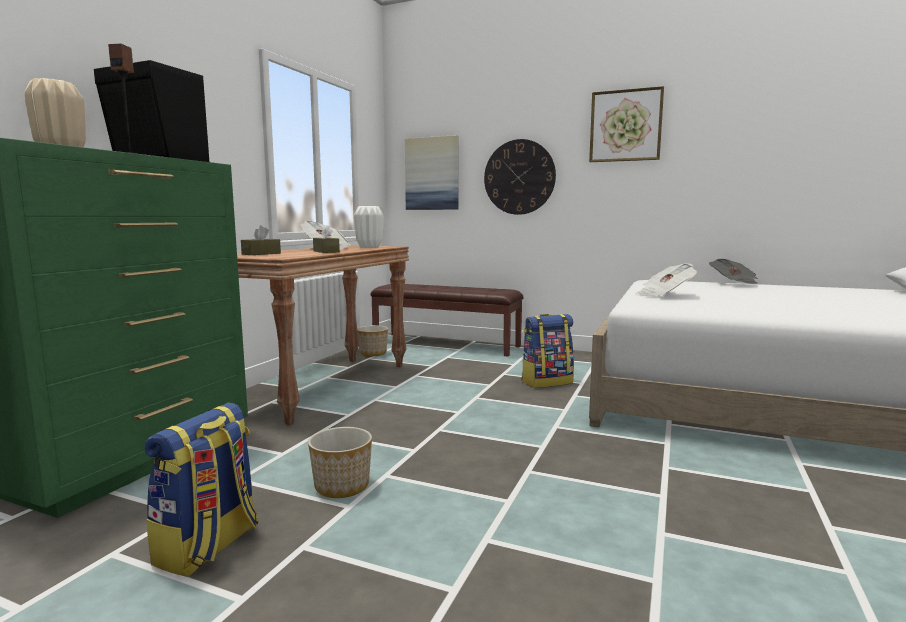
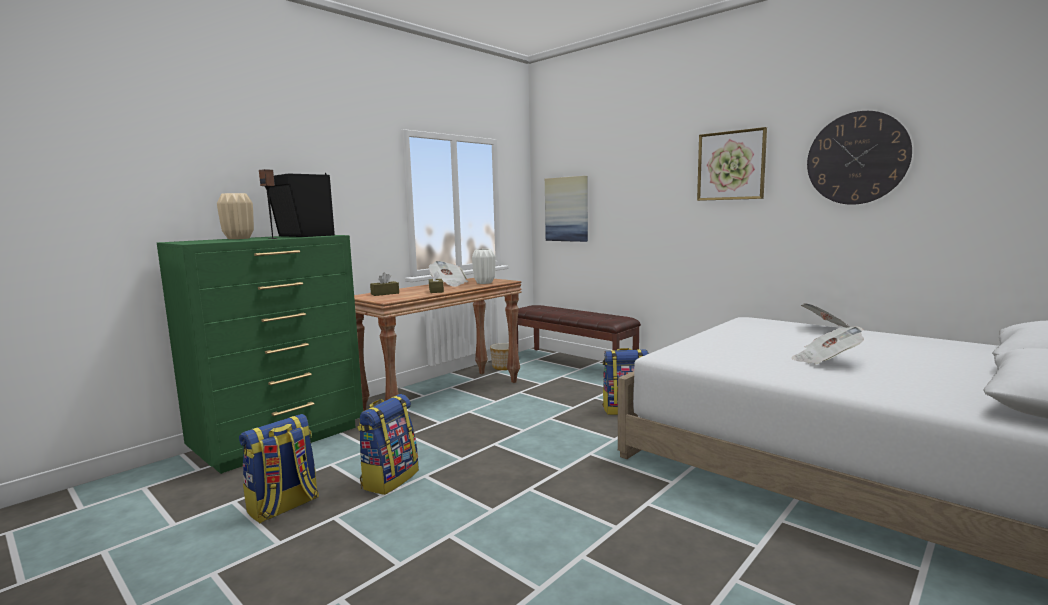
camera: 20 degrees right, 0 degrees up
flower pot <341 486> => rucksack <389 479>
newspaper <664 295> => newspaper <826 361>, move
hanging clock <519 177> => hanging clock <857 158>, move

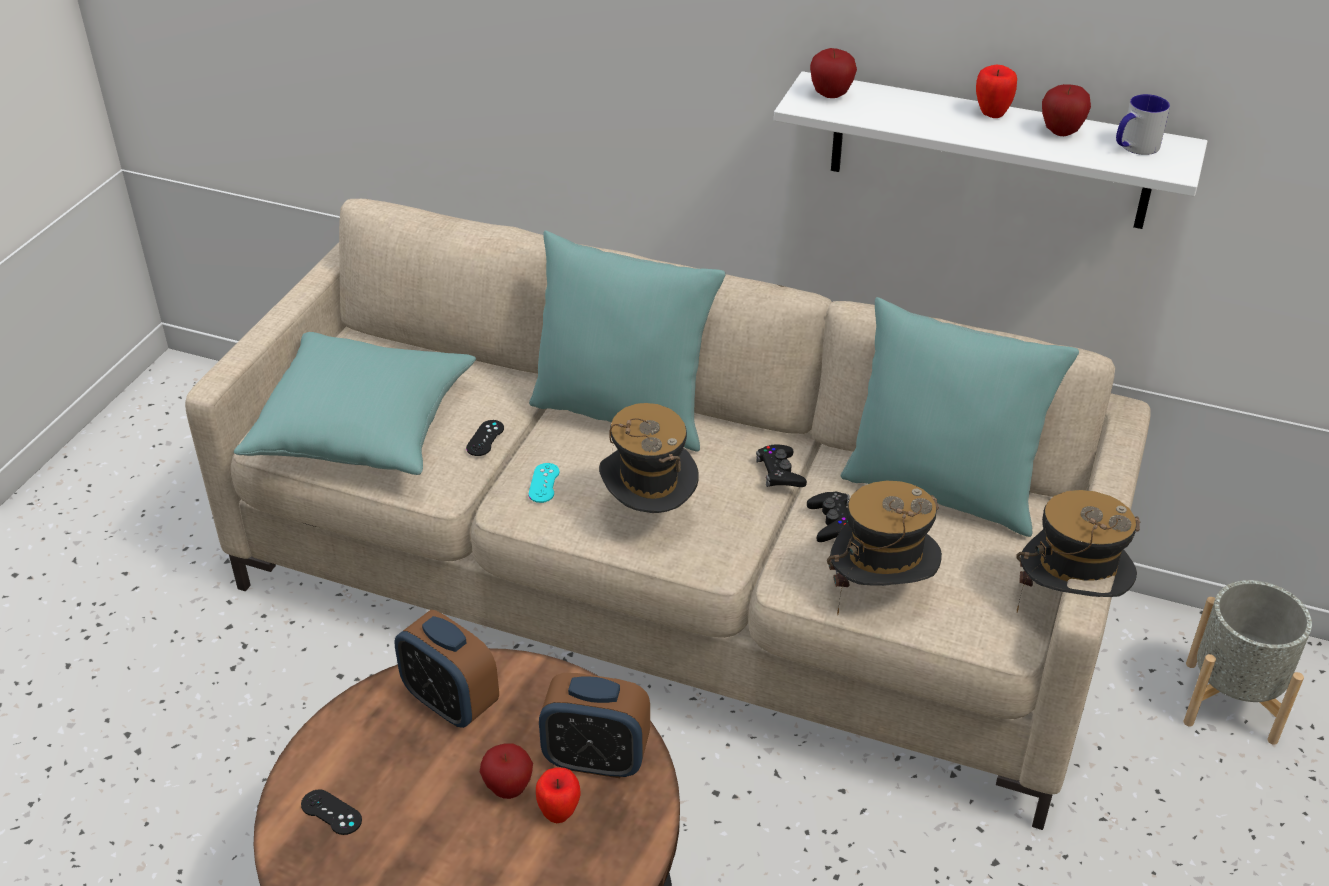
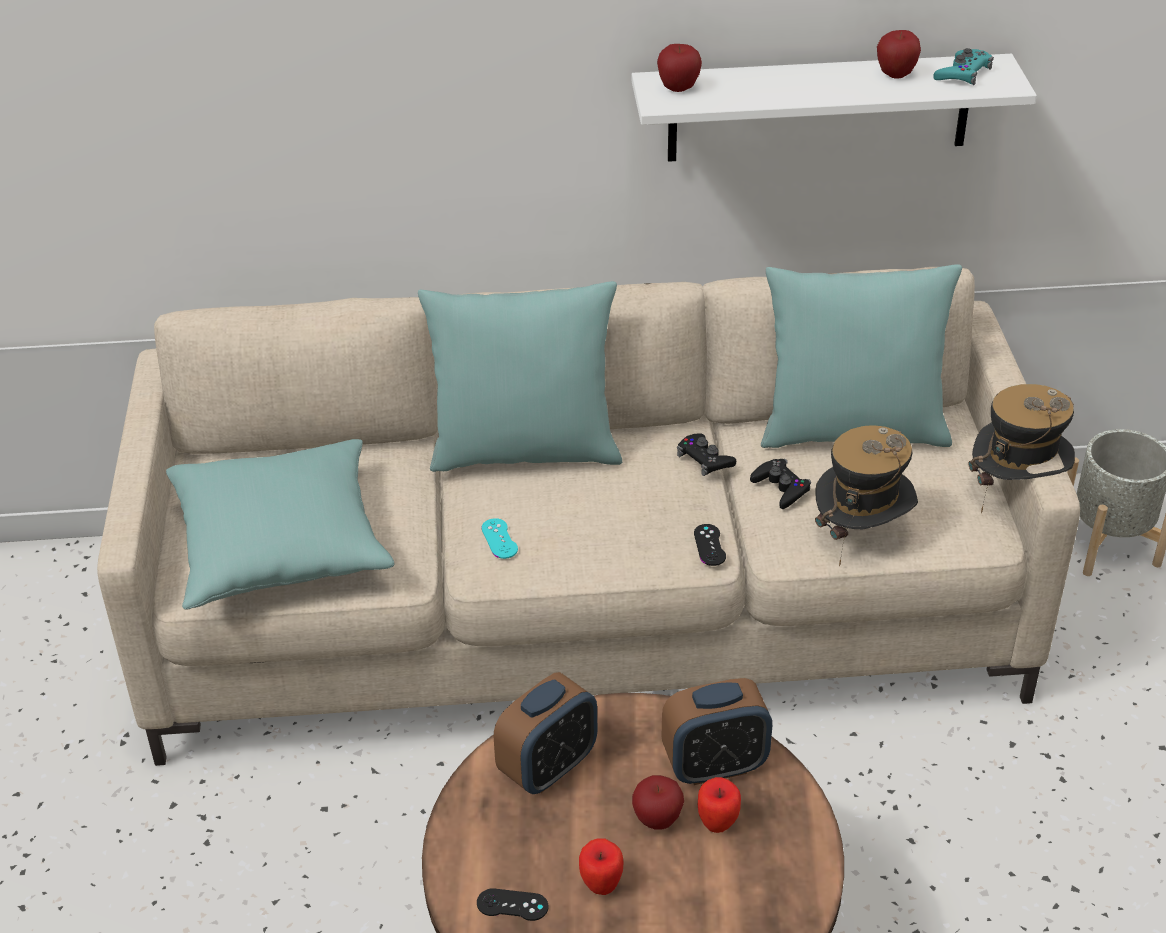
camera: 25 degrees left, 0 degrees up
alarm clock <450 702> => alarm clock <548 767>, 60 degrees counterclockwise
apple <992 114> => apple <601 885>, move
blackish gamepad <485 438> => blackish gamepad <709 545>, move
tea mug <1134 147> => turquoise-coloured gamepad <963 74>
hat <649 515> => nothing

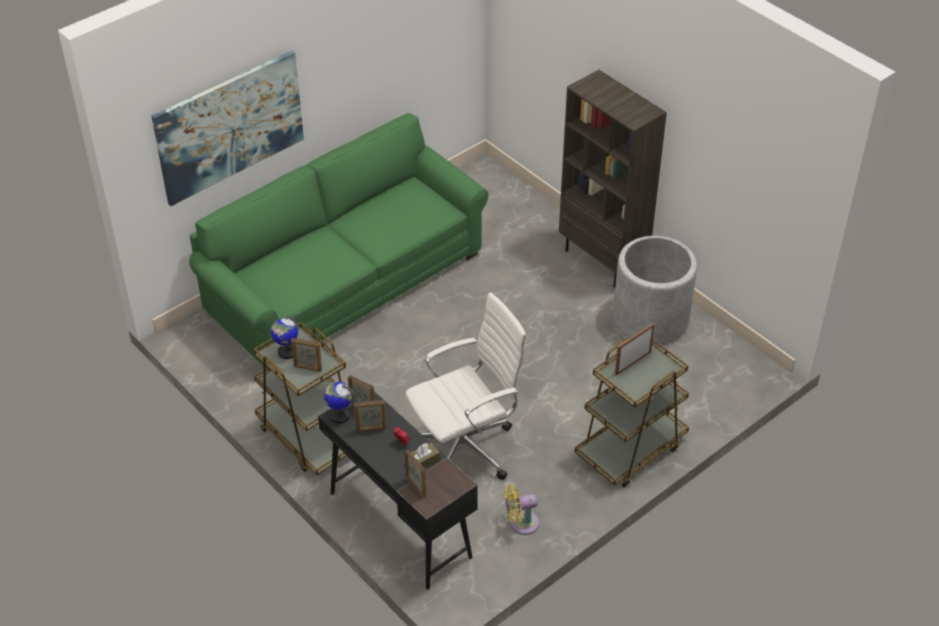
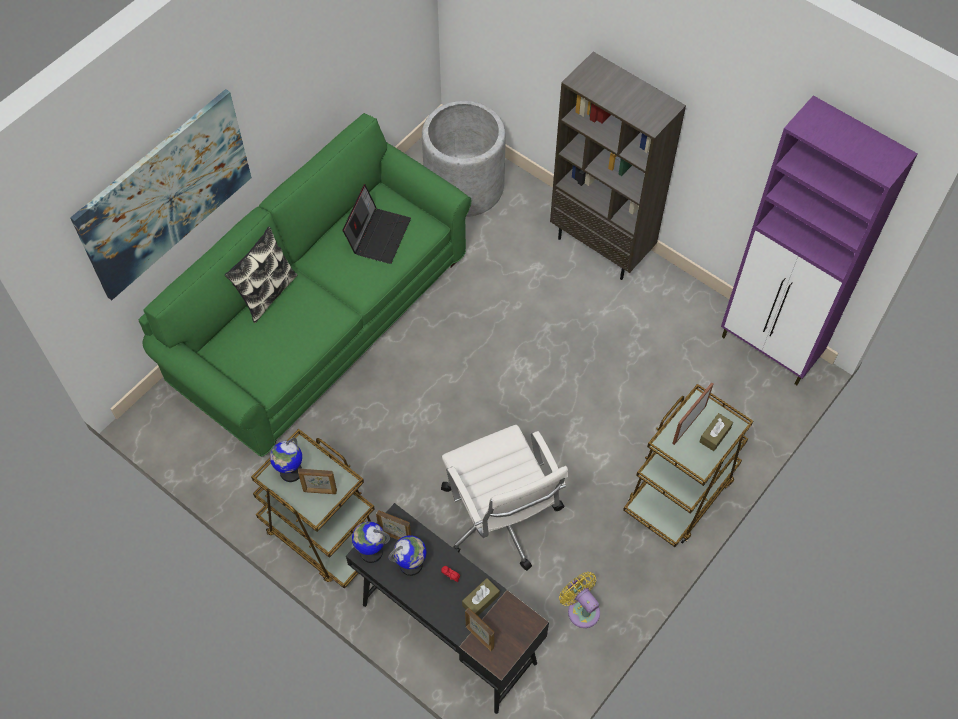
camera: 10 degrees left, 15 degrees up
nothing => throw pillow <267 293>
nothing => notebook computer <378 234>
picture frame <371 429> => globe <411 565>
grey flower pot <650 319> => grey flower pot <464 186>, move
white-coloured desk chair <465 448> => white-coloured desk chair <500 519>, 105 degrees clockwise
yellowish cooling fan <521 523> => yellowish cooling fan <581 609>, 75 degrees clockwise
nothing => brown-coloured tissue box <715 435>
nothing => purple-coloured cabinet <770 349>

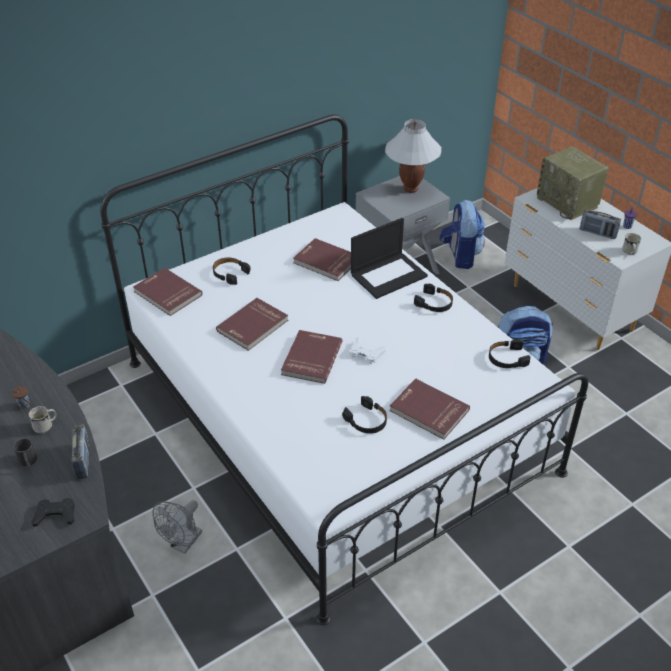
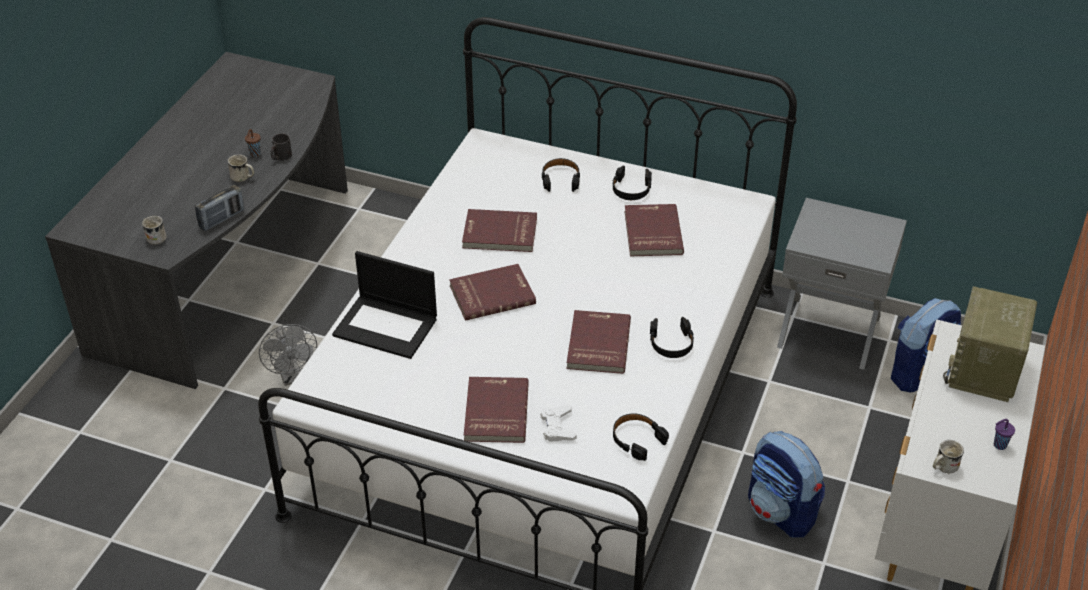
camera: 55 degrees right, 0 degrees up
blackish gamepad <55 515> => white-coloured tea mug <154 237>
grey cooling fan <183 544> => grey cooling fan <292 376>, 105 degrees counterclockwise
blackish tea mug <28 462> => blackish tea mug <280 157>, move
notebook computer <388 275> => notebook computer <387 326>, move
white-coloured gamepad <366 353> => white-coloured gamepad <558 427>, move
red volume <167 294> => red volume <597 344>, move
blackish headset <366 420> => blackish headset <631 189>, move
white-coloured table lamp <410 189> => nothing
radio set <597 233> => nothing

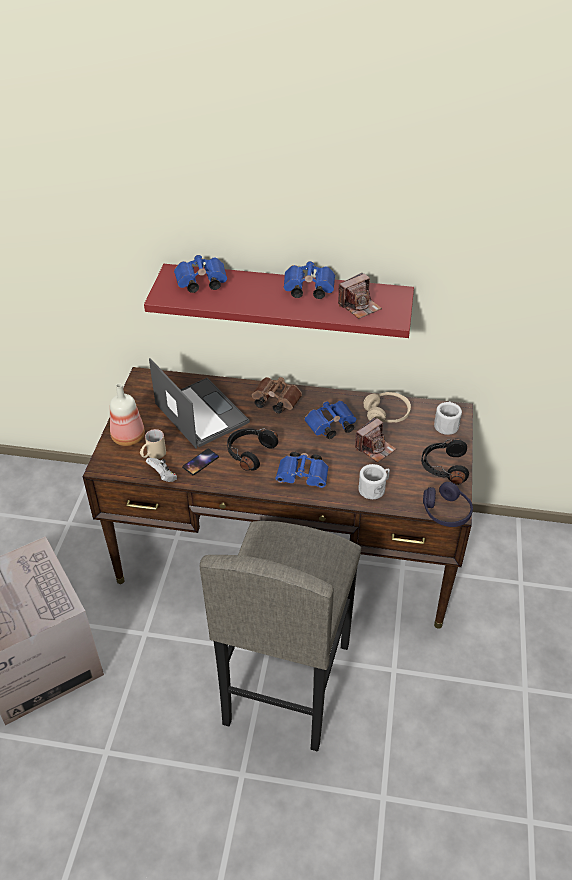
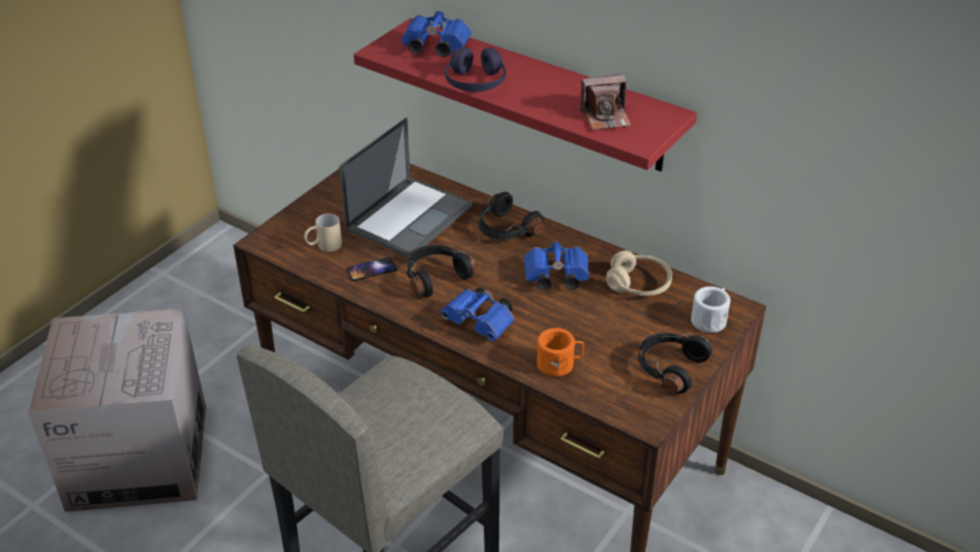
camera: 25 degrees right, 5 degrees down
notebook computer <200 412> => notebook computer <410 216>, 45 degrees clockwise
purple-coloured headset <446 512> => purple-coloured headset <475 82>, move
brown-coloured field glasses <274 402> => blackish headset <506 229>
white-coloured tea mug <374 488> => orange-coloured tea mug <559 364>
bottle <127 437> => nothing
white-coloured gamepad <163 476> => nothing
blue-coloured field glasses <307 290> => nothing
photo camera <375 448> => nothing

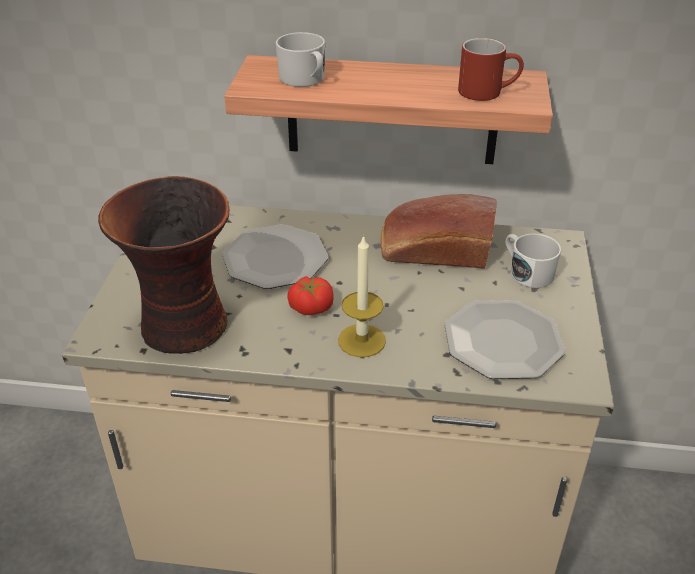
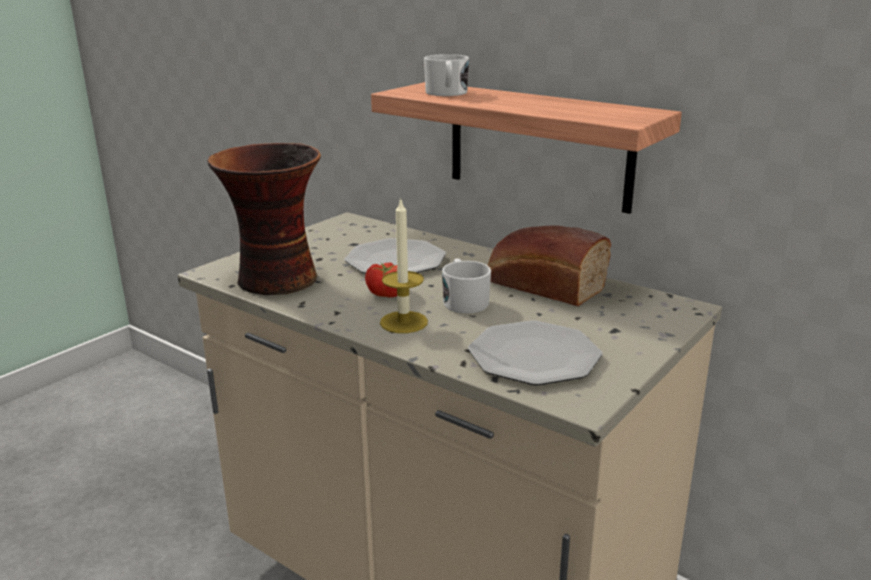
camera: 30 degrees right, 15 degrees down
white-coloured tea mug <527 272> => white-coloured tea mug <464 301>, move
red tea mug <488 91> => nothing

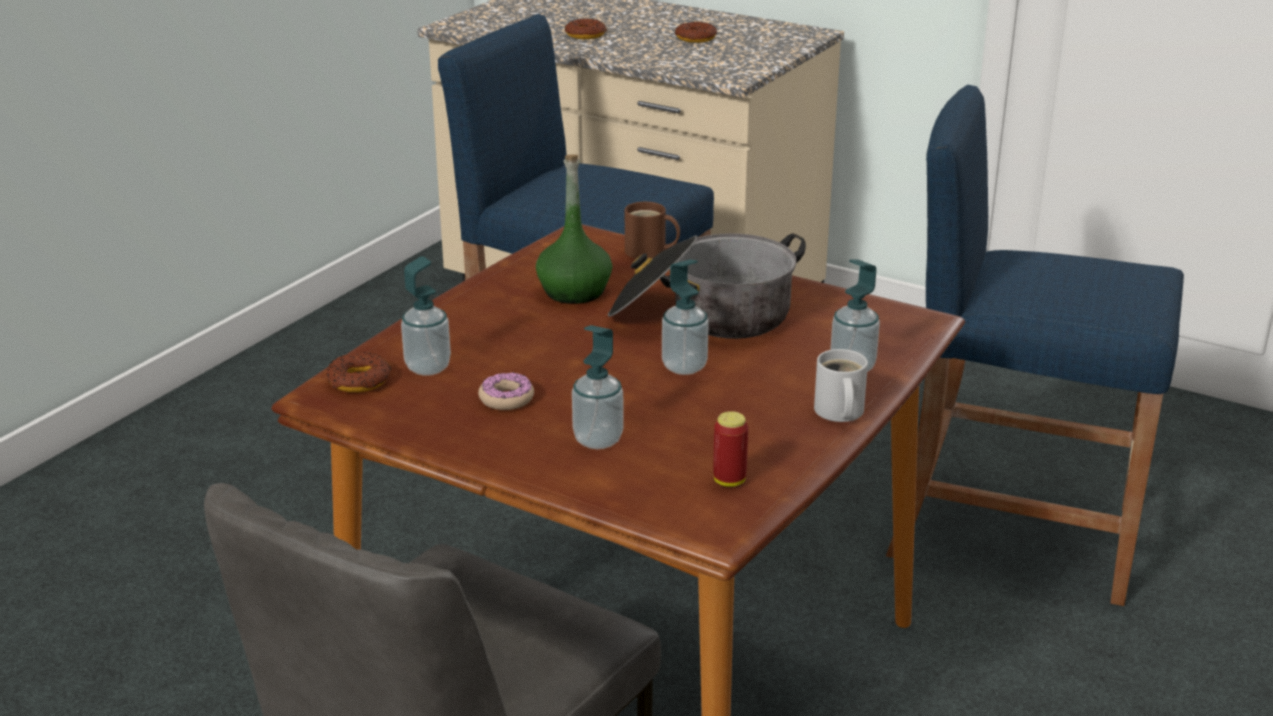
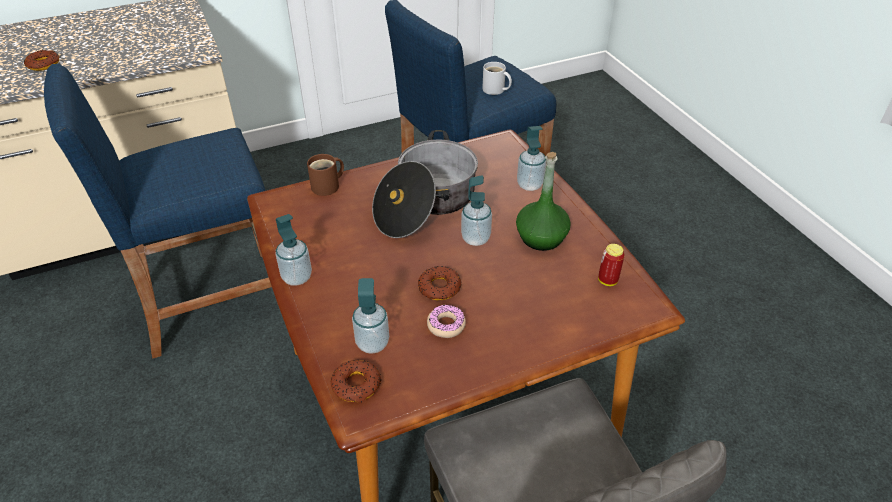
camera: 55 degrees left, 15 degrees up
soap dispenser <598 440> => soap dispenser <297 277>, move
doughnut <695 38> => doughnut <439 287>, move
white-coloured tea mug <838 412> => white-coloured tea mug <495 90>, move
green bottle <574 292> => green bottle <541 237>, move

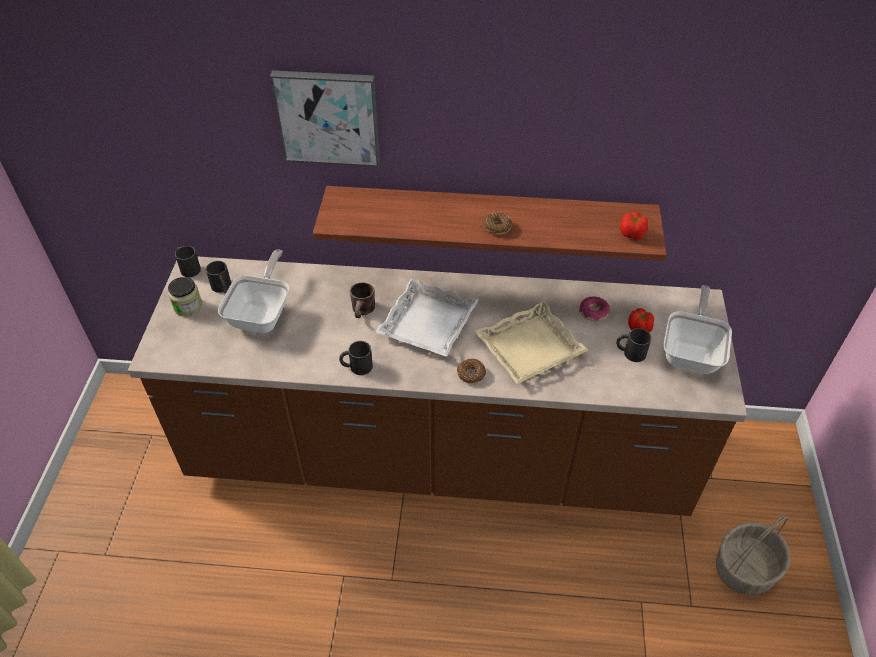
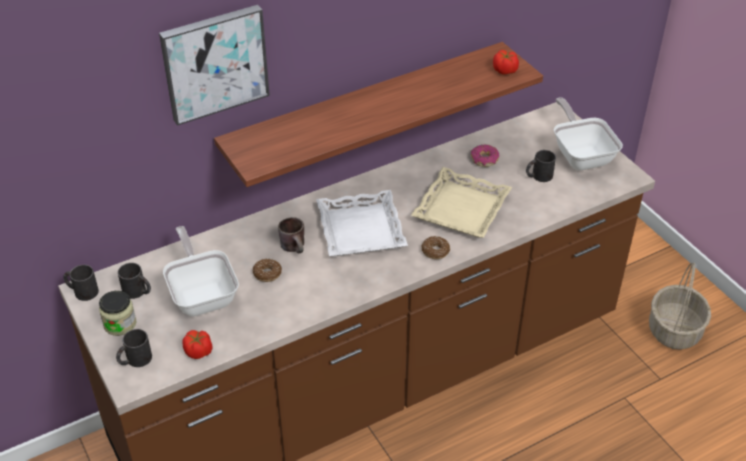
camera: 35 degrees left, 5 degrees down
blackish tea mug <356 366> => blackish tea mug <134 360>, move
fresh tomato <639 328> => fresh tomato <199 351>, move
doughnut <497 227> => doughnut <267 273>, move

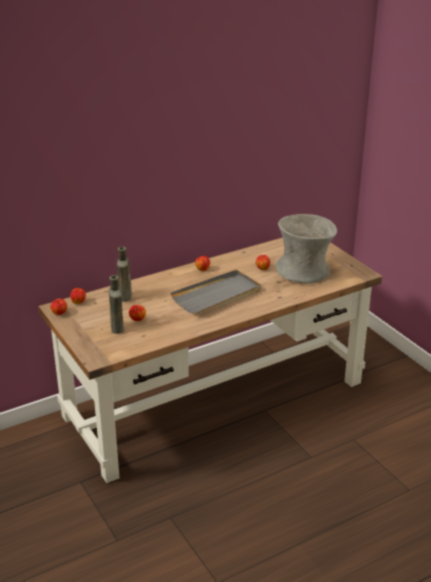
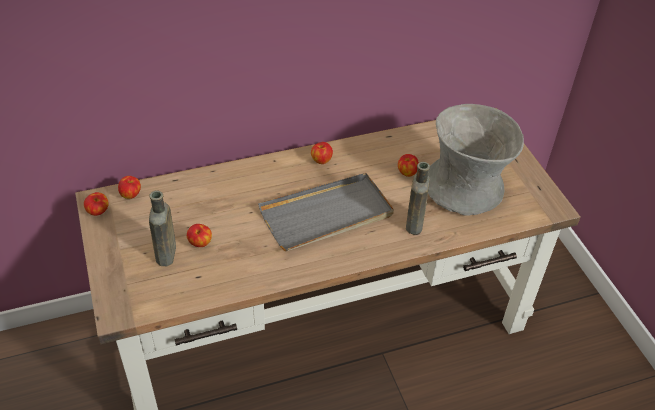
camera: 10 degrees right, 15 degrees up
brown-coloured bottle <125 295> => brown-coloured bottle <414 222>, move

